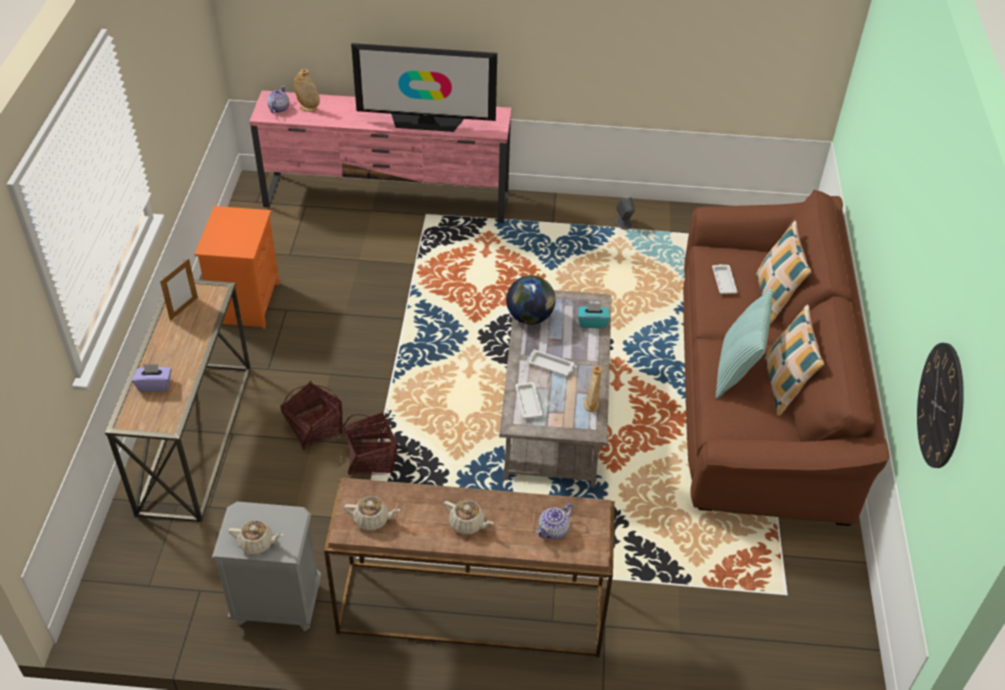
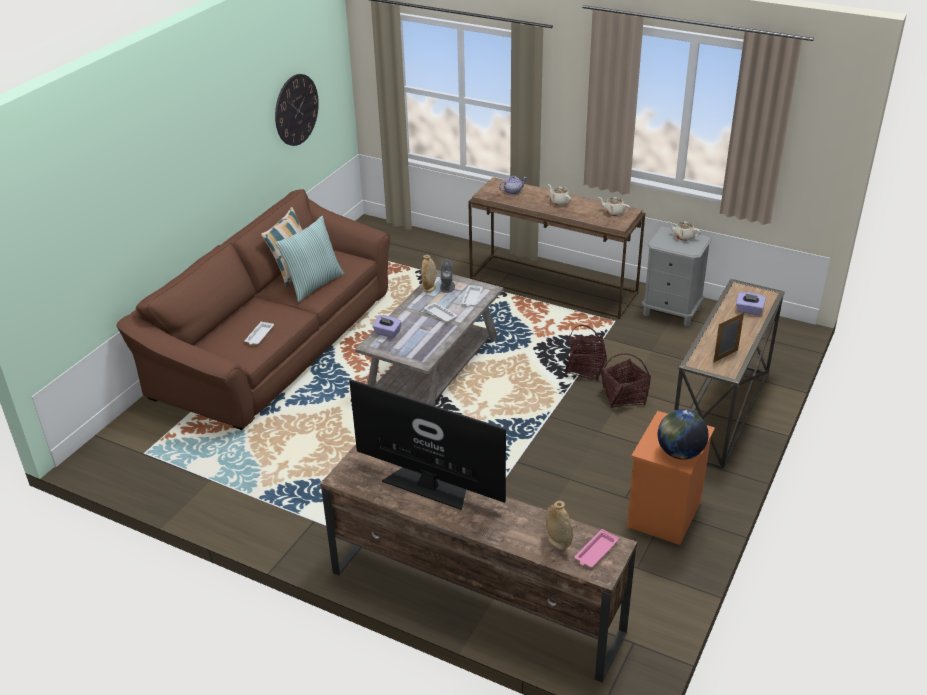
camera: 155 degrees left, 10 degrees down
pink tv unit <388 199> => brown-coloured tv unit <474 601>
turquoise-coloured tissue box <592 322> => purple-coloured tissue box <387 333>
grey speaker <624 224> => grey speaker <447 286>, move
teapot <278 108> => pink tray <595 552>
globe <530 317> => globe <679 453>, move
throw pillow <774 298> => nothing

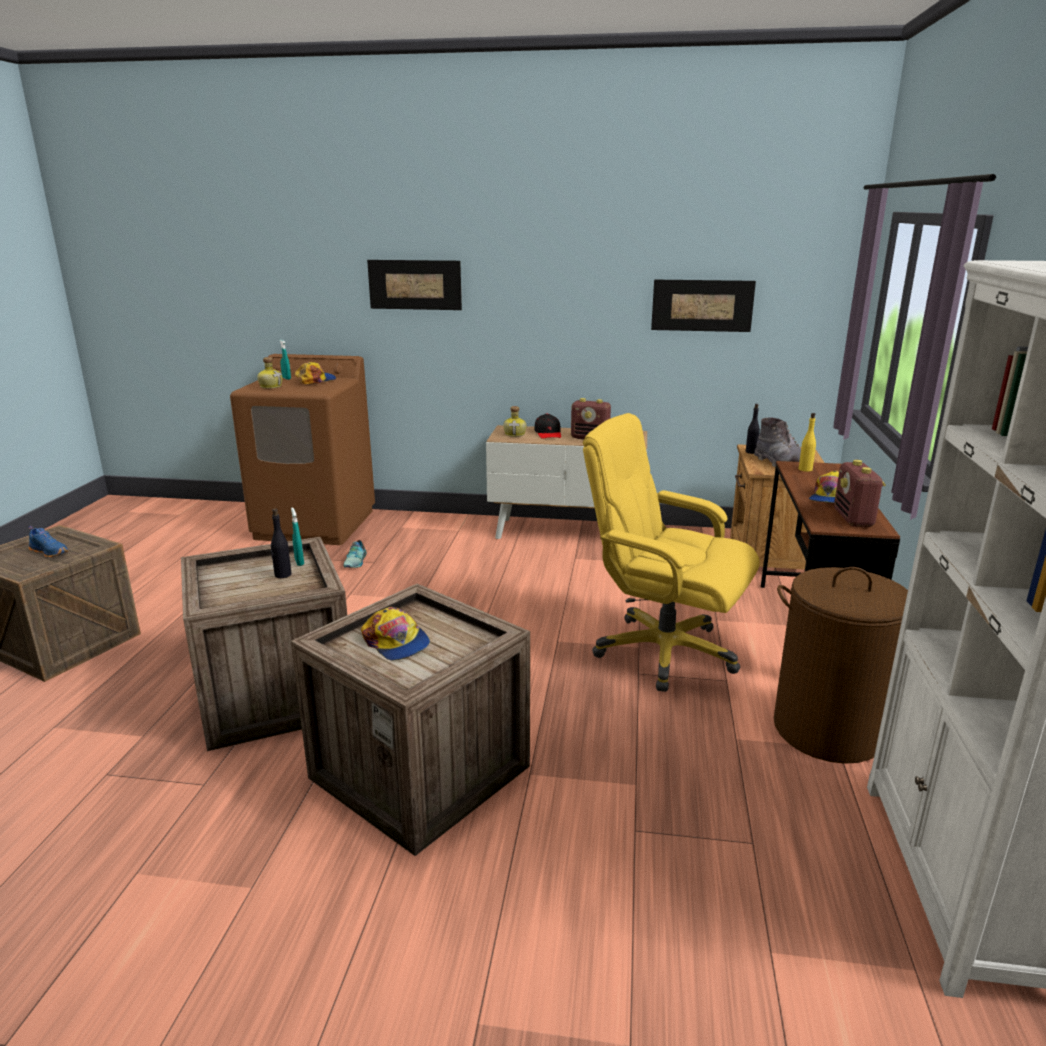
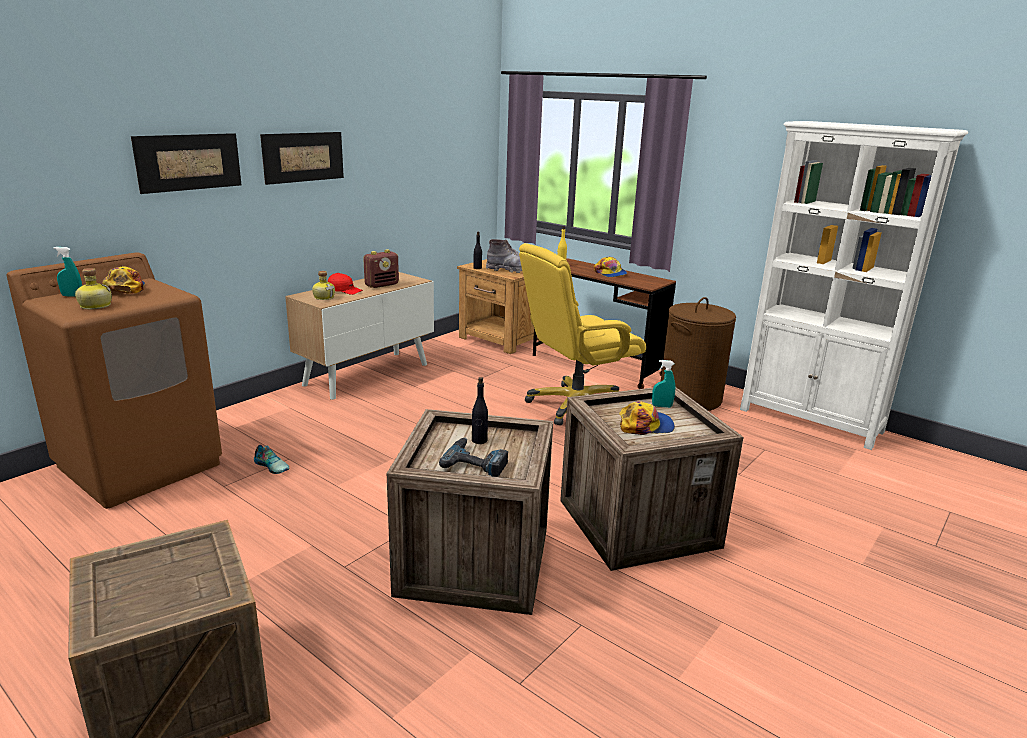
camera: 60 degrees left, 0 degrees up
wall picture <702 305> => wall picture <303 157>, move
blackish baseball cap <548 433> => red baseball cap <344 290>
nothing => electric drill <476 462>
turquoise-coloured spray bottle <299 562> => turquoise-coloured spray bottle <661 406>, move
blue-coloured item of footwear <50 552> => nothing
radio set <853 519> => nothing

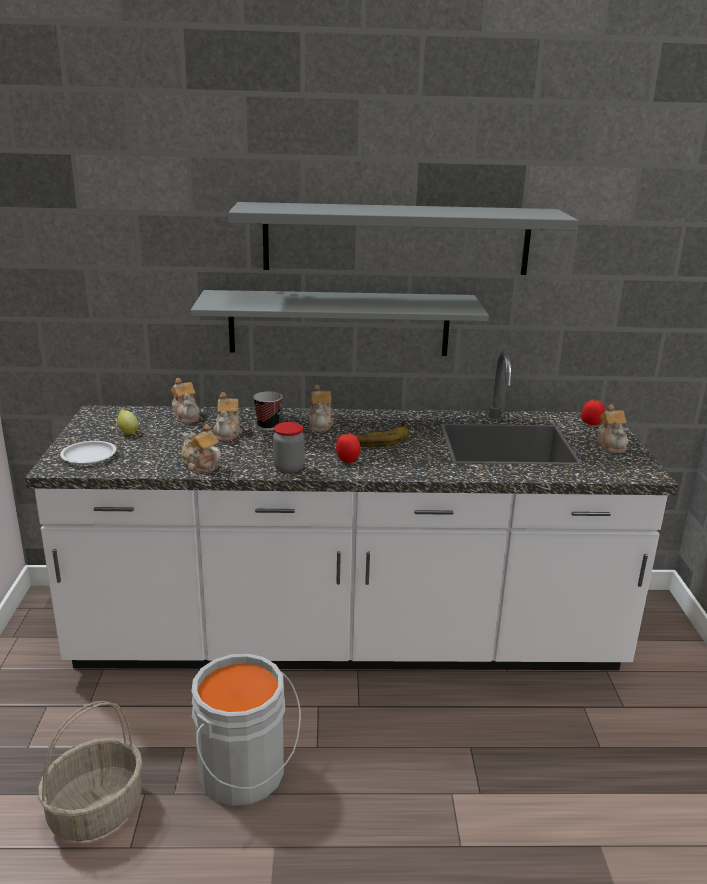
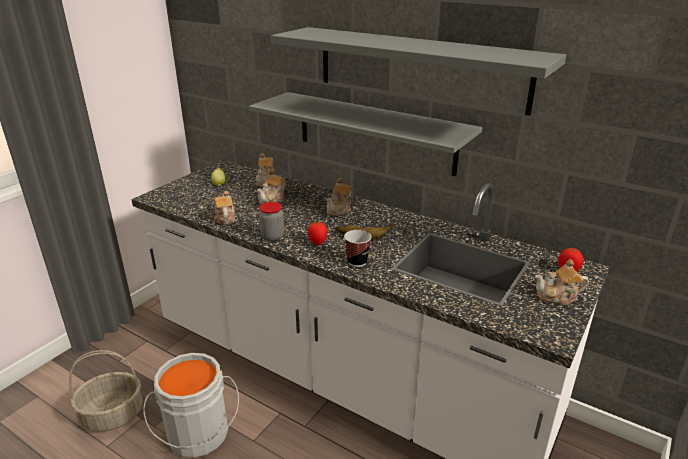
camera: 35 degrees right, 5 degrees up
small cup <268 426> => small cup <357 262>, move
teapot <611 445> => teapot <558 297>, 60 degrees clockwise
white-coloured plate <89 456> => nothing

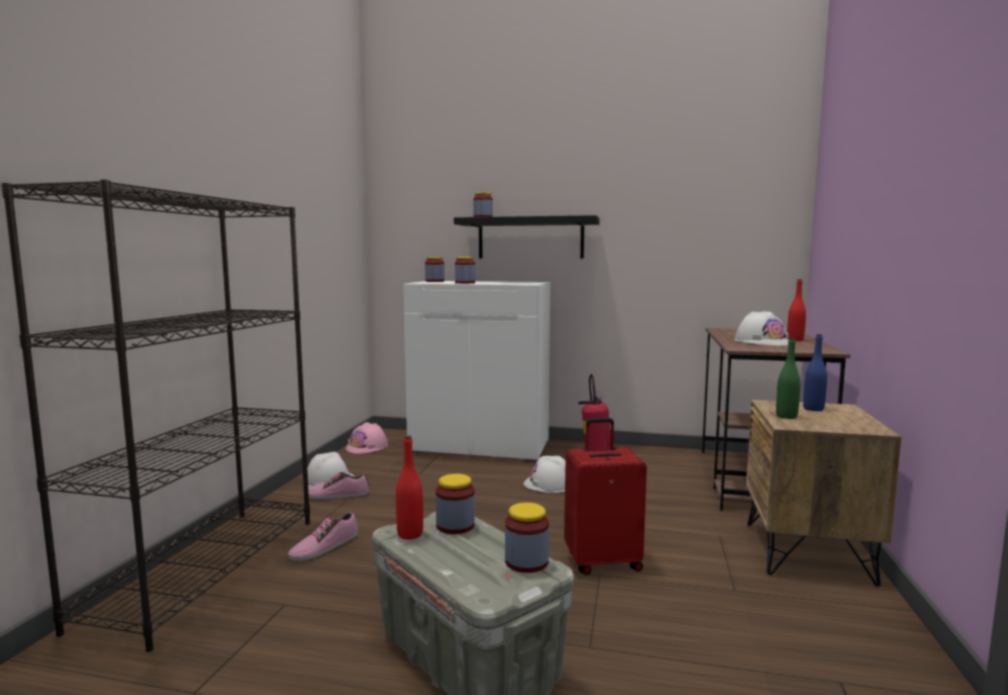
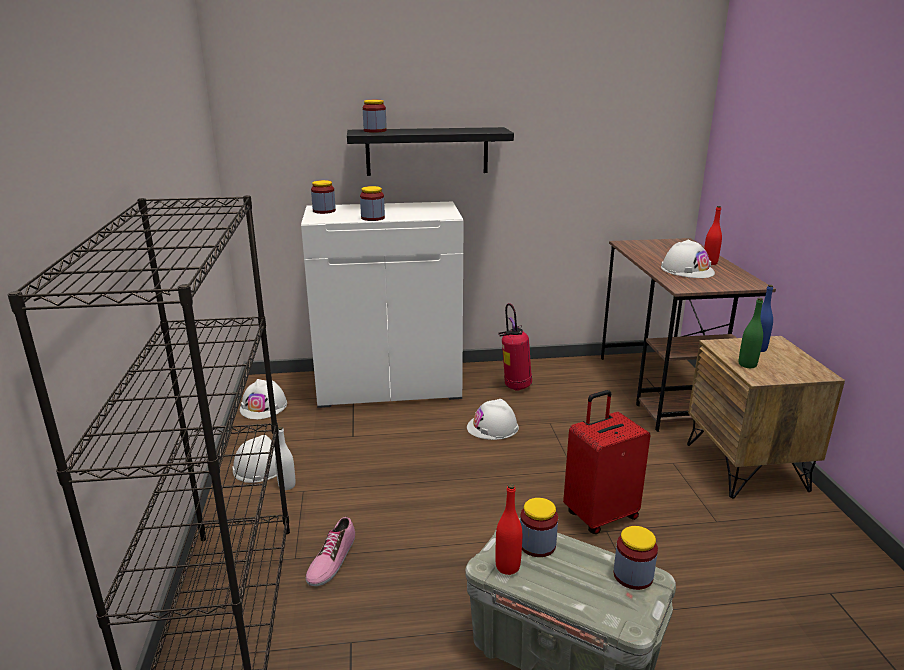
camera: 20 degrees left, 15 degrees up
pink hard hat <367 446> => white-coloured hard hat <264 406>
item of footwear <336 495> => white-coloured bottle <287 485>

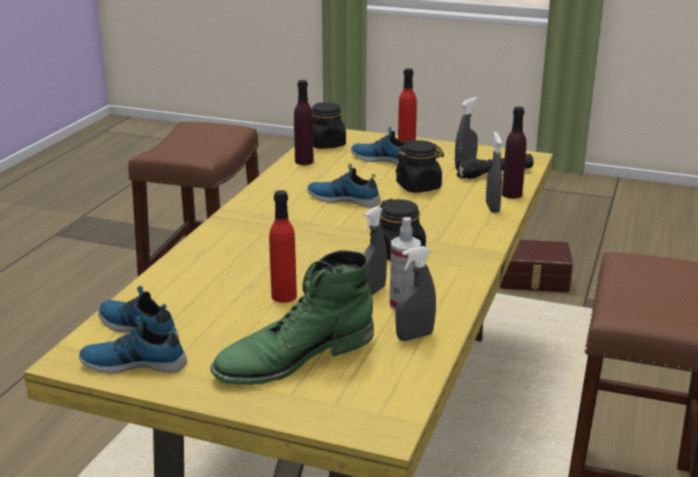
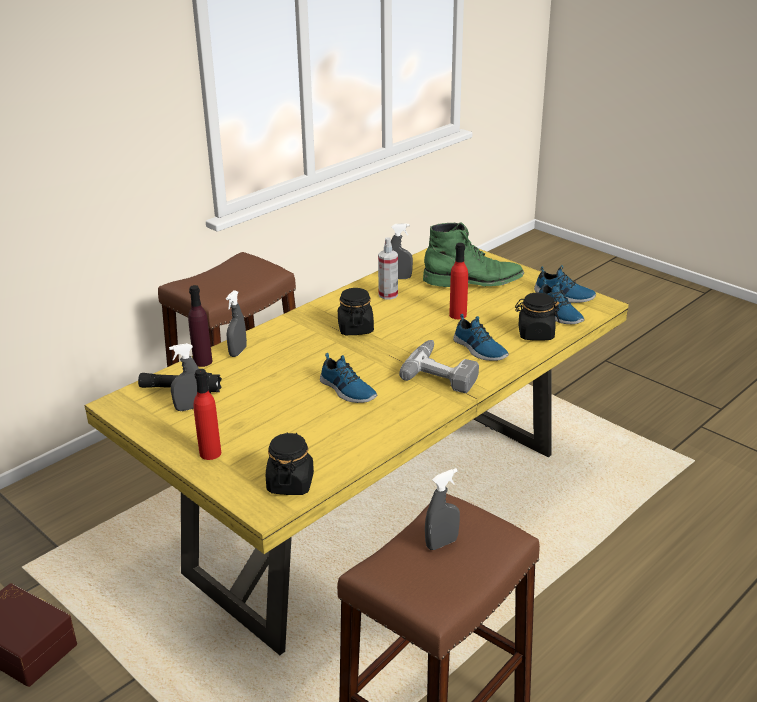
camera: 155 degrees left, 5 degrees up
nothing => electric drill <443 372>
grey spray bottle <372 291> => grey spray bottle <441 543>, move
item of footwear <383 159> => item of footwear <479 349>, move
blackish jar <419 186> => blackish jar <535 334>, move
purple-coloured bottle <304 161> => nothing

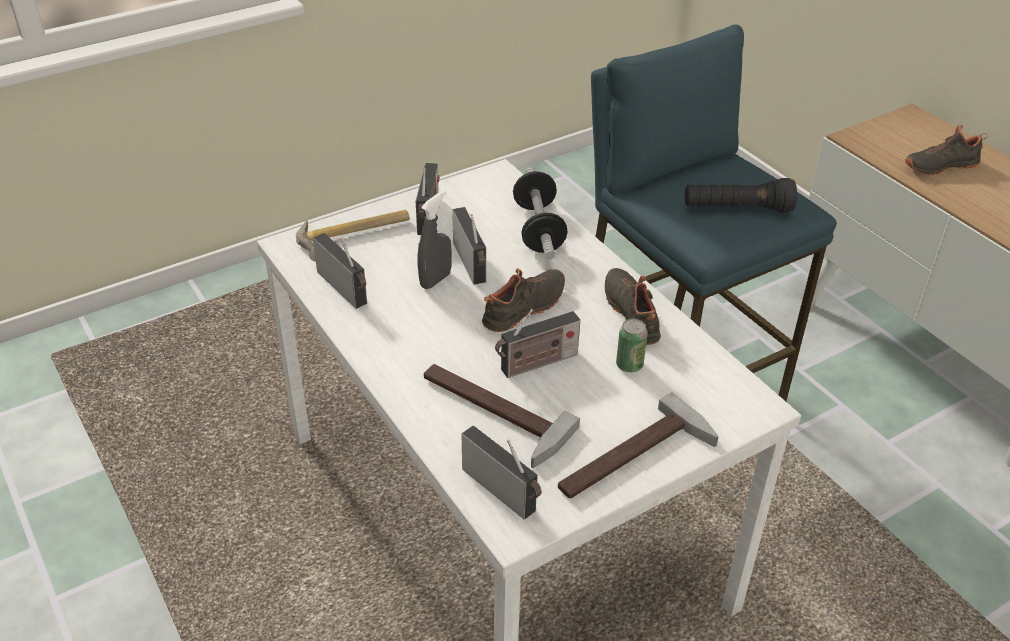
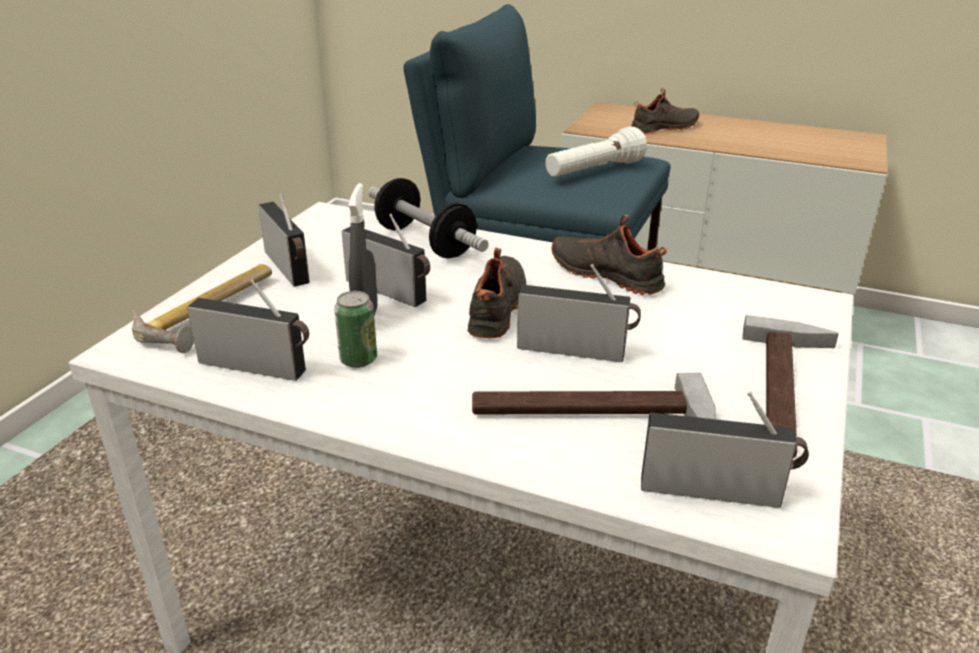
camera: 35 degrees left, 10 degrees down
metal can <629 365> => metal can <358 360>, move
radio set <536 364> => radio set <576 350>, 105 degrees counterclockwise
blackish hand torch <737 209> => white-coloured hand torch <594 171>
blackish item of footwear <939 165> => blackish item of footwear <665 128>, 150 degrees counterclockwise

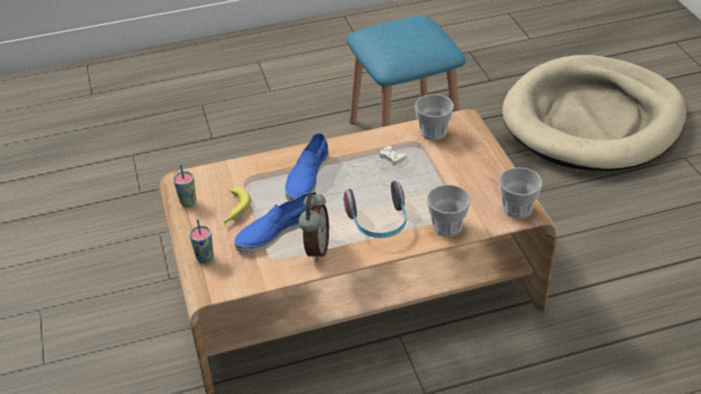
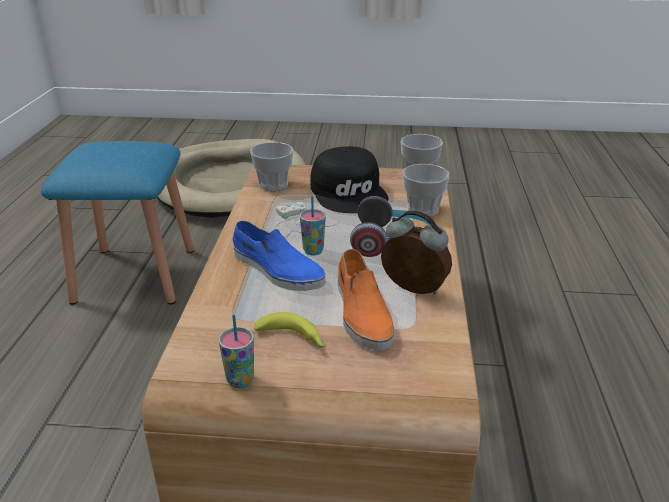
camera: 70 degrees left, 10 degrees down
small cup <205 258> => small cup <313 251>, move
nothing => blackish baseball cap <350 192>
blue-coloured item of footwear <276 231> => orange-coloured item of footwear <361 313>

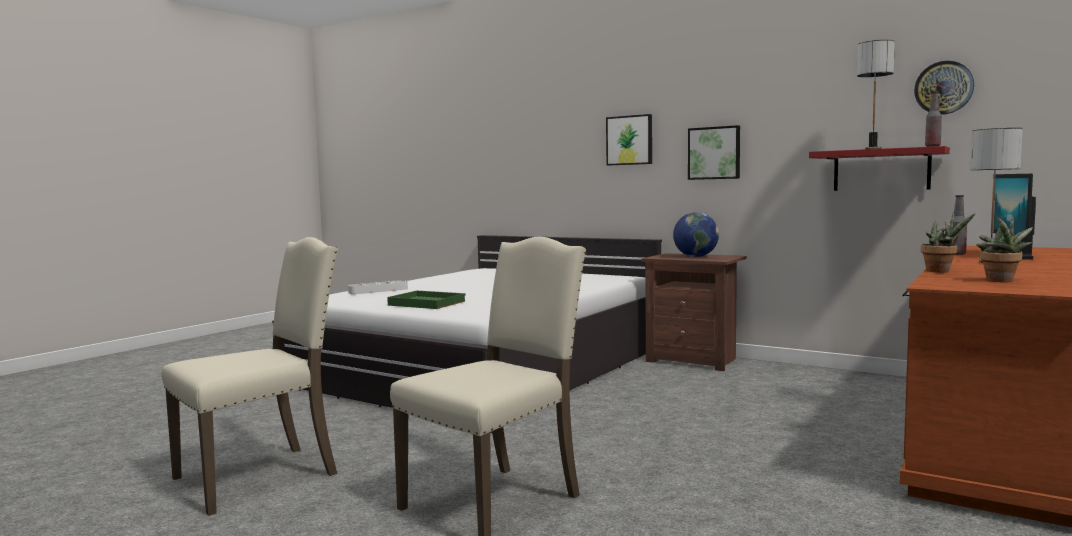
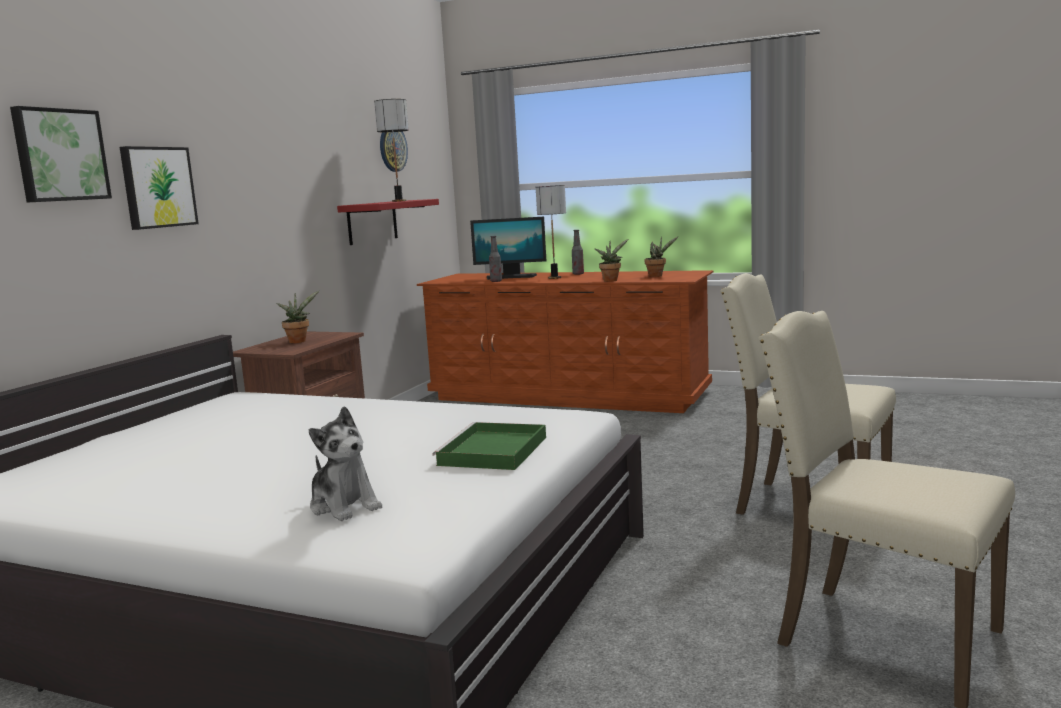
camera: 100 degrees left, 5 degrees up
wall picture <714 153> => wall picture <59 155>, move
globe <695 256> => houseplant <299 341>
white-coloured tray <378 291> => plush toy <344 506>
bottle <932 146> => bottle <578 274>, move

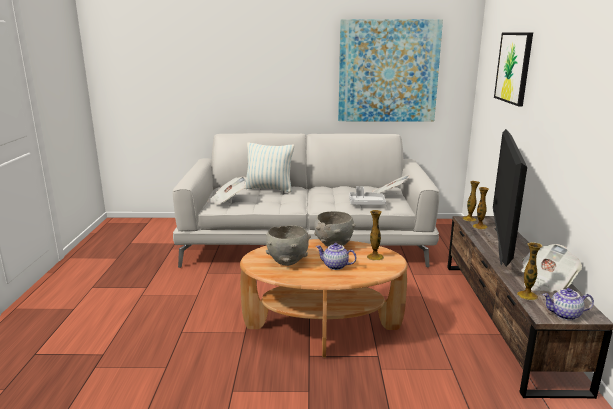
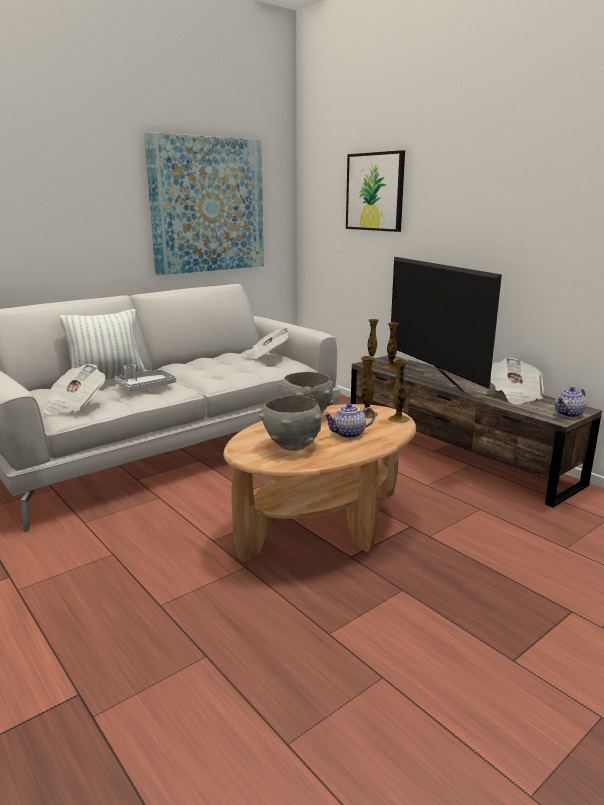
camera: 40 degrees left, 0 degrees up
grey tray <366 203> => grey tray <145 387>, move
decorative vase <527 295> => decorative vase <398 419>, move

